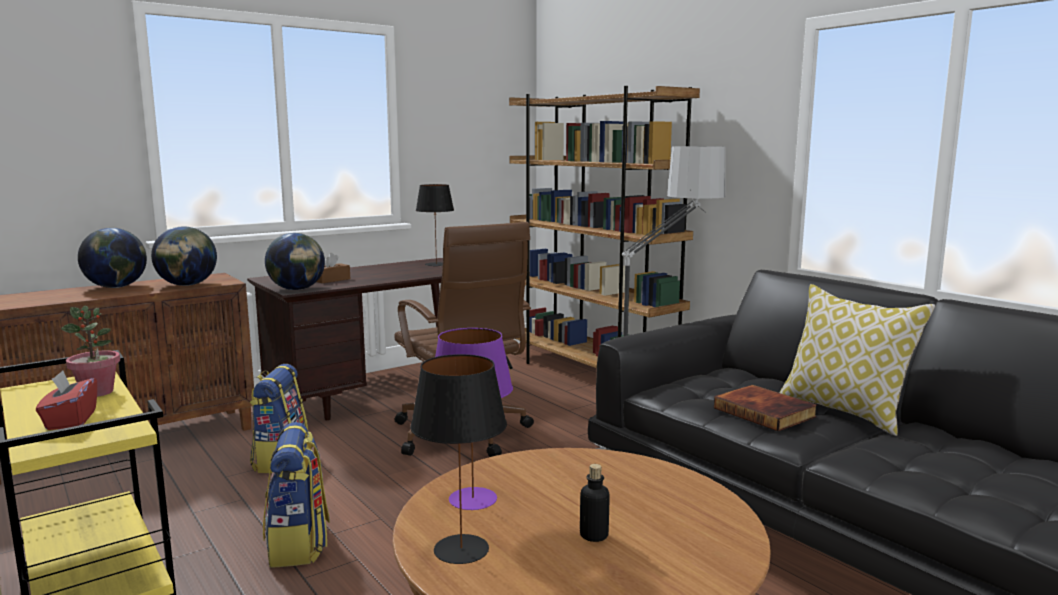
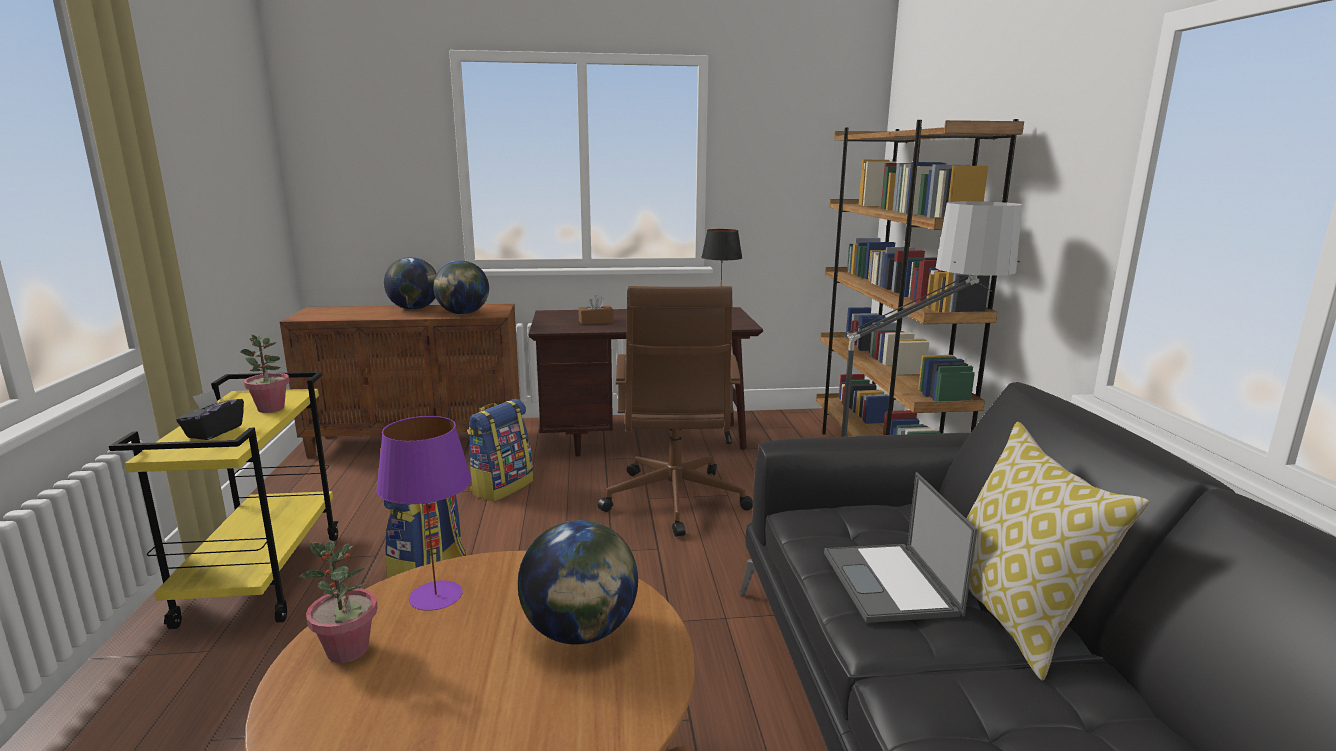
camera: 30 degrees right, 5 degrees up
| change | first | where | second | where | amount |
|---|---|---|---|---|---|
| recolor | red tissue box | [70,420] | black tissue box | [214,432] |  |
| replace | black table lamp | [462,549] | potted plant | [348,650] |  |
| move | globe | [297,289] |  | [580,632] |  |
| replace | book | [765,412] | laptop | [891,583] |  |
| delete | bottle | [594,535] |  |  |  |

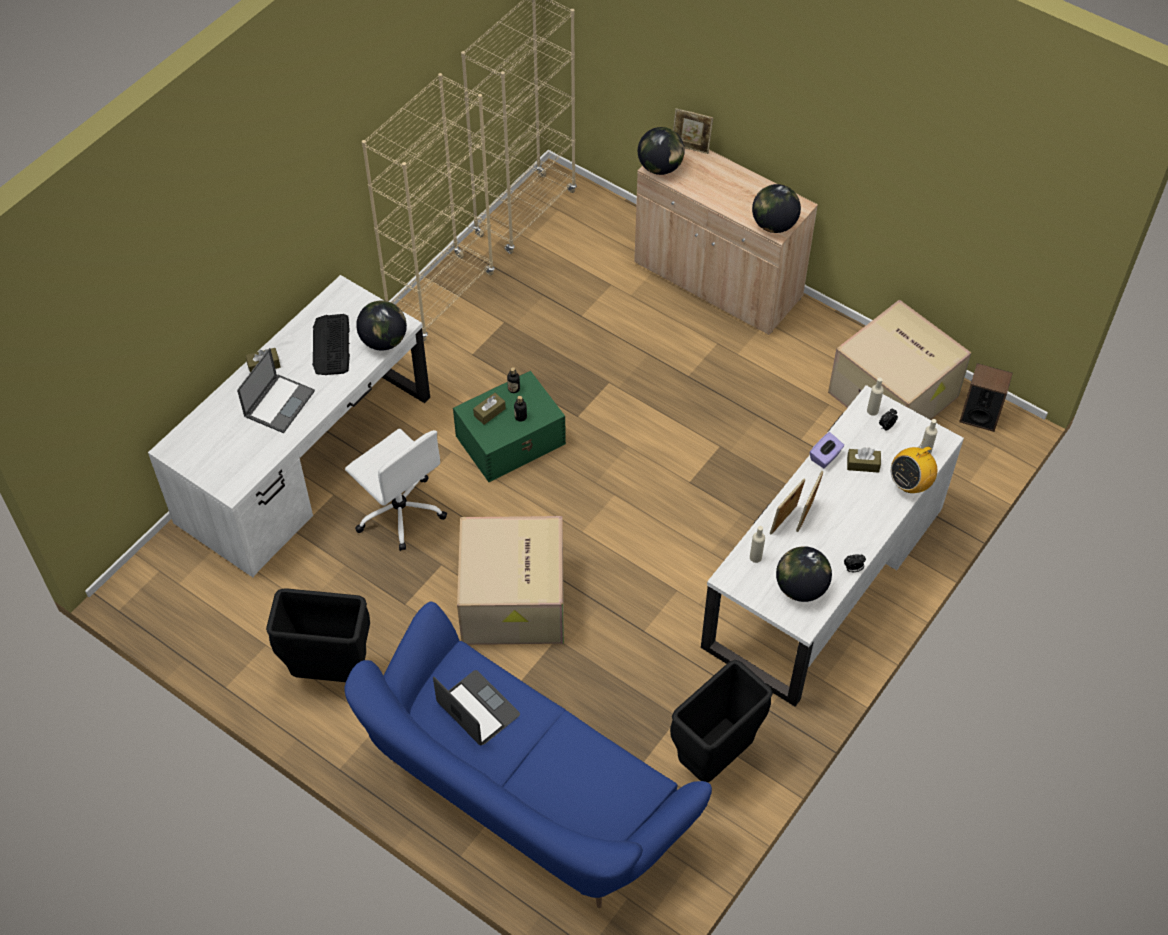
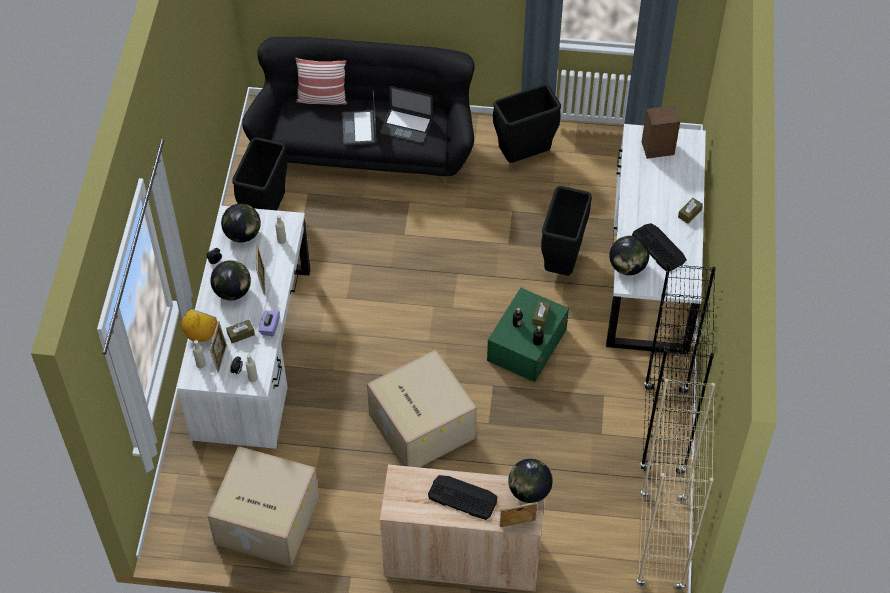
camera: 150 degrees right, 0 degrees up
| change | first | where | second | where | amount |
|---|---|---|---|---|---|
| move | picture frame | [784,521] |  | [220,358] |  |
| move | globe | [774,225] |  | [232,292] |  |
| recolor | blue sofa | [522,797] | black sofa | [365,146] |  |
| insert |  |  | pillow | [322,99] |  |
| move | laptop | [279,403] |  | [359,128] |  |
| move | cardboard box | [514,601] |  | [420,426] |  |
| insert |  |  | keyboard | [462,497] |  |
| replace | white office chair | [400,511] | black trash can | [561,262] |  |
| recolor | beige bookcase | [441,297] | black bookcase | [664,430] |  |
| move | speaker | [979,416] |  | [658,148] |  |

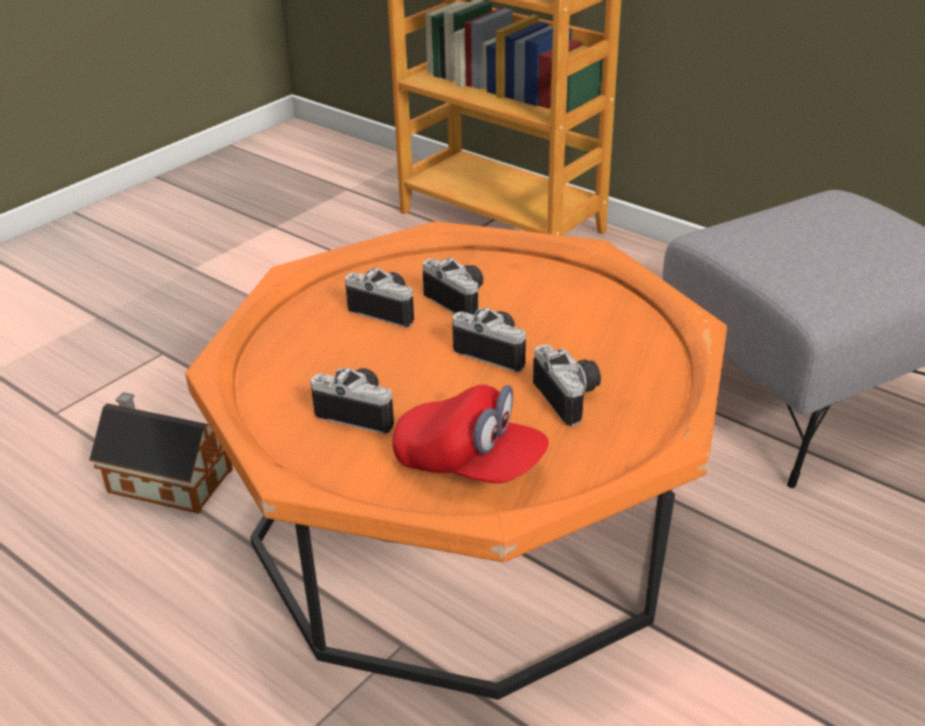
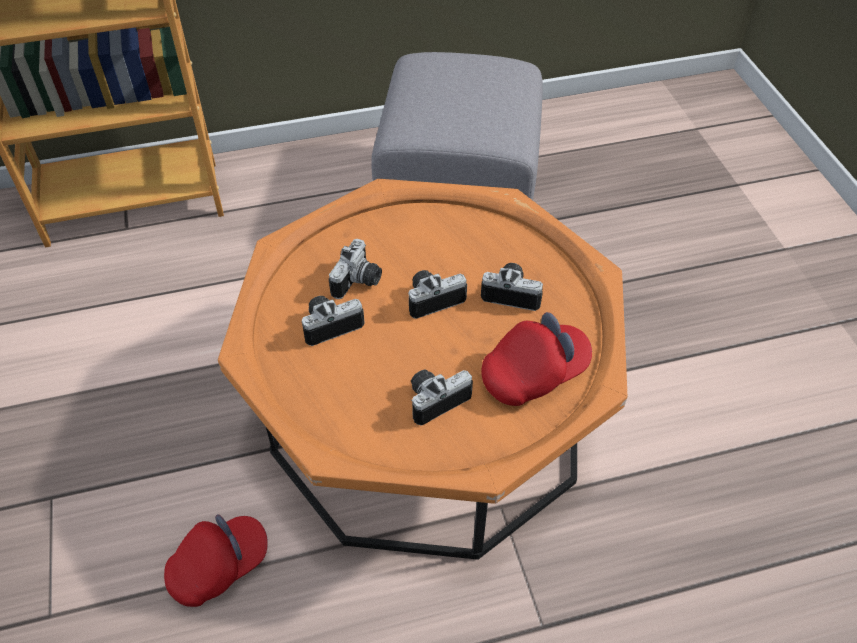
camera: 55 degrees left, 15 degrees up
| change | first | where | second | where | amount |
|---|---|---|---|---|---|
| replace | toy house | [166,478] | red cap | [220,567] |  |
| rotate | photo camera | [461,300] |  | [359,282] | 120 degrees clockwise |

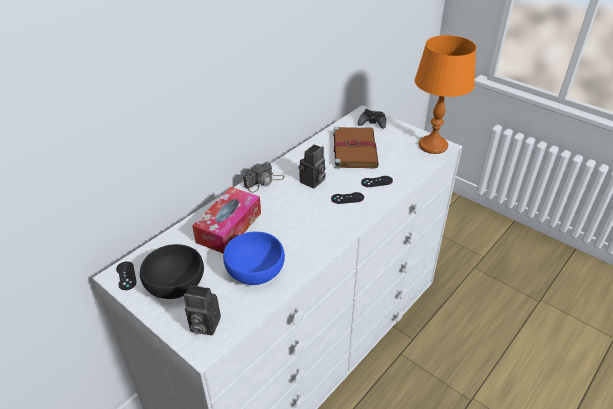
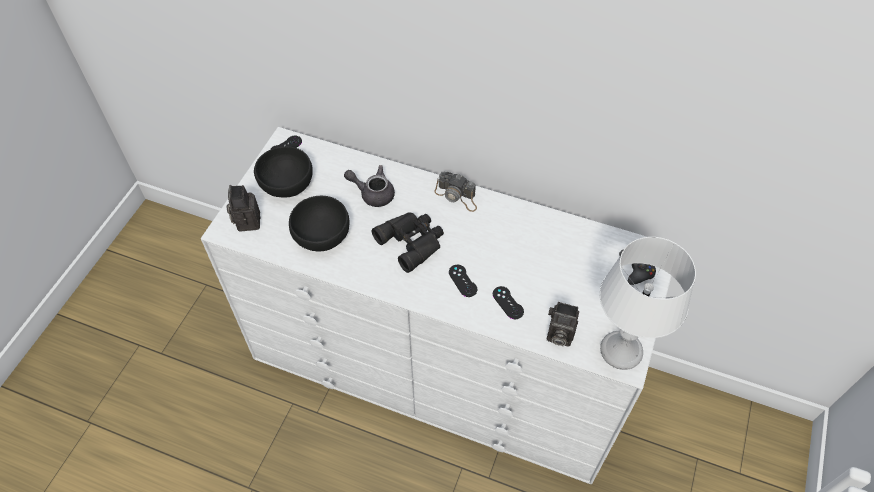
camera: 70 degrees right, 15 degrees up
| change | first | where | second | where | amount |
|---|---|---|---|---|---|
| recolor | blue bowl | [254,270] | black bowl | [321,234] |  |
| replace | tissue box | [229,227] | grey teapot | [373,193] |  |
| insert |  |  | black binoculars | [412,241] |  |
| move | photo camera | [312,182] |  | [558,335] |  |
| recolor | orange table lamp | [433,146] | white table lamp | [620,351] |  |
| delete | brown book | [354,149] |  |  |  |

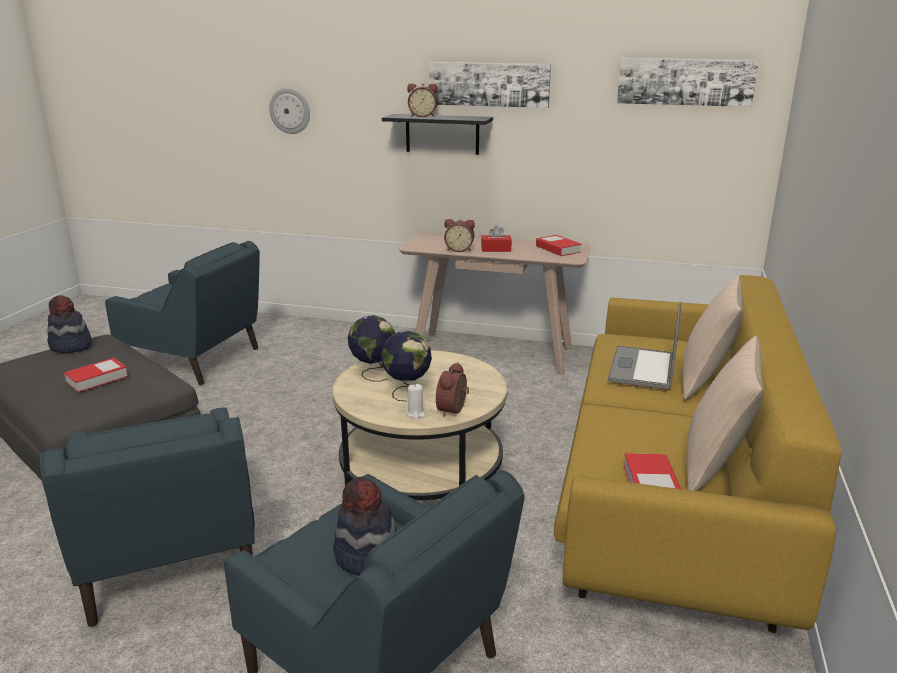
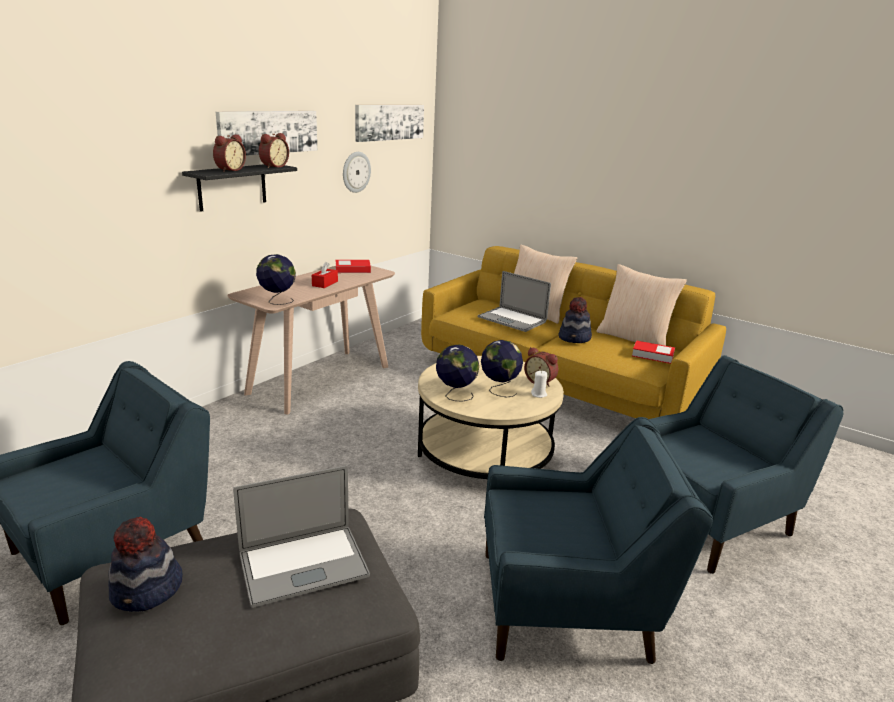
camera: 70 degrees left, 0 degrees up
| change | first | where | second | where | amount |
|---|---|---|---|---|---|
| replace | book | [97,379] | laptop | [303,564] |  |
| insert |  |  | globe | [277,301] |  |
| move | alarm clock | [459,250] |  | [273,166] |  |
| move | wall clock | [290,111] |  | [356,172] |  |
| move | hat | [367,557] |  | [575,338] |  |

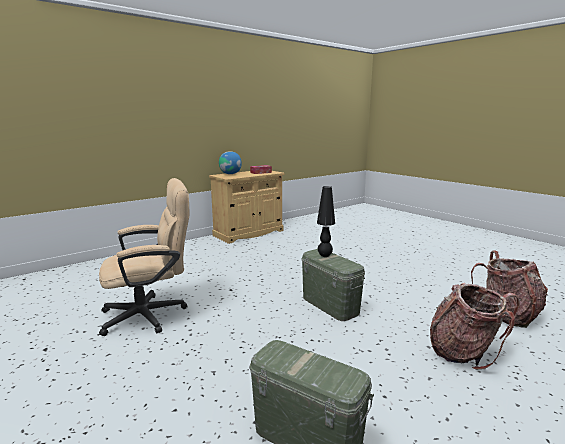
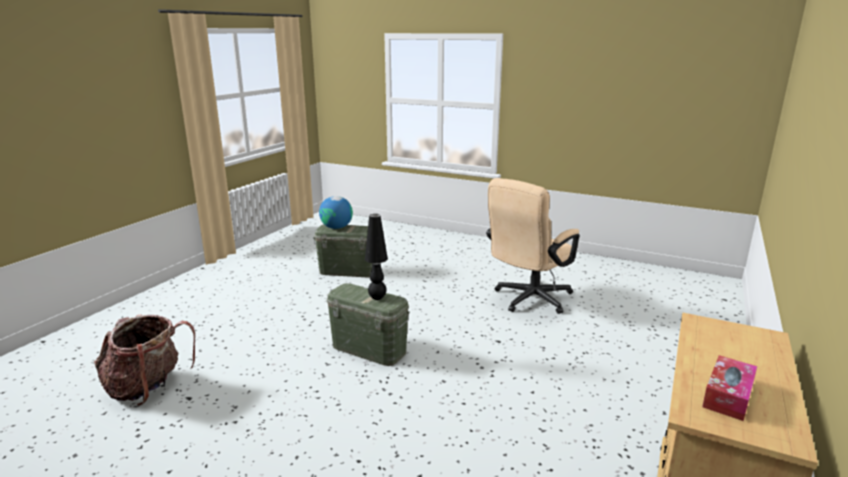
camera: 155 degrees right, 5 degrees up
| change | first | where | second | where | amount |
|---|---|---|---|---|---|
| move | globe | [230,174] |  | [336,227] |  |
| delete | backpack | [464,352] |  |  |  |

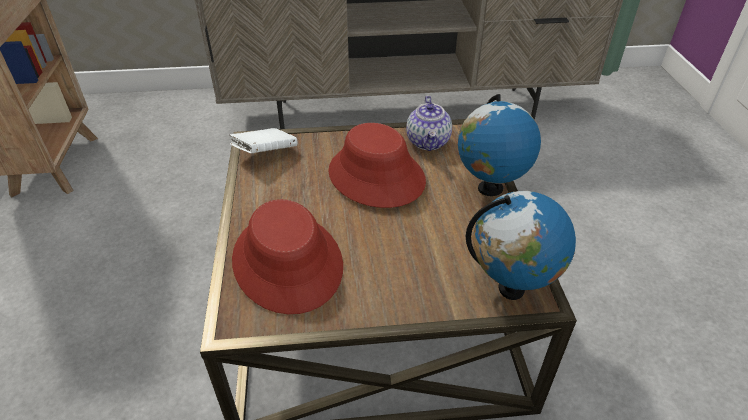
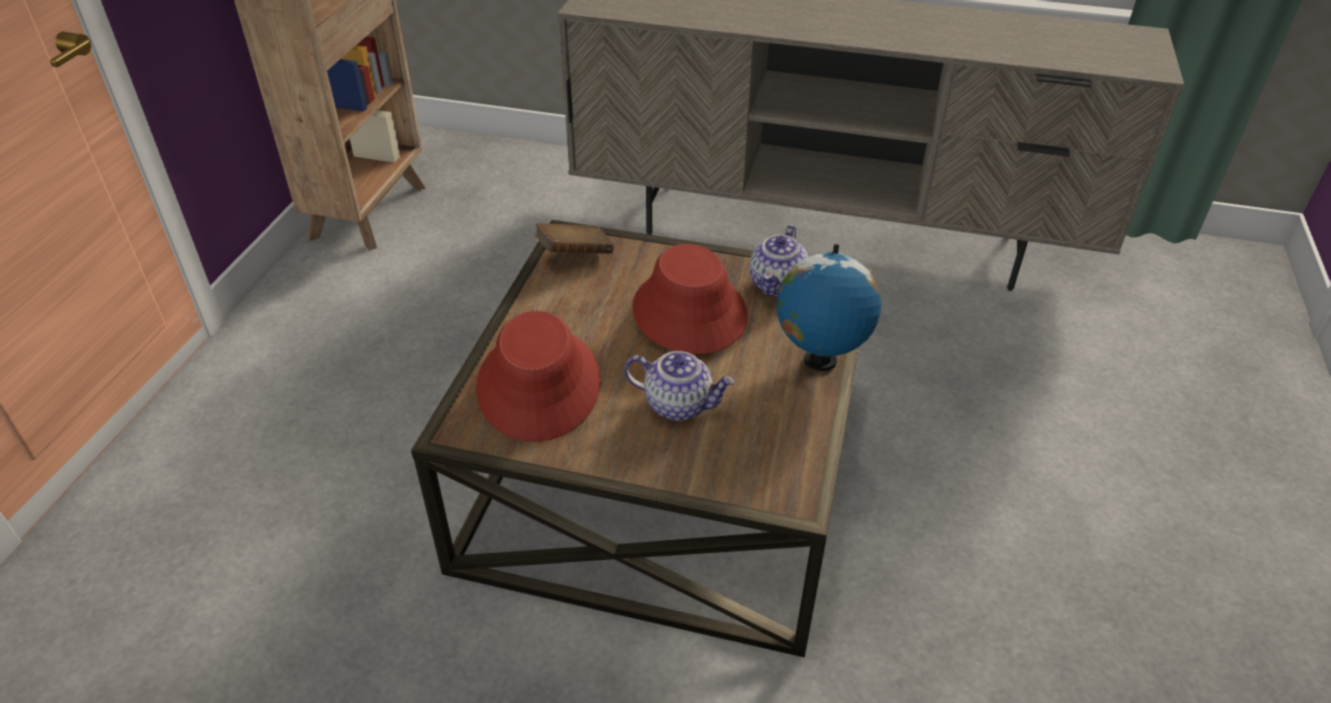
camera: 20 degrees right, 0 degrees up
| change | first | where | second | where | amount |
|---|---|---|---|---|---|
| recolor | white book | [265,153] | brown book | [575,254] |  |
| insert |  |  | teapot | [679,404] |  |
| delete | globe | [511,288] |  |  |  |

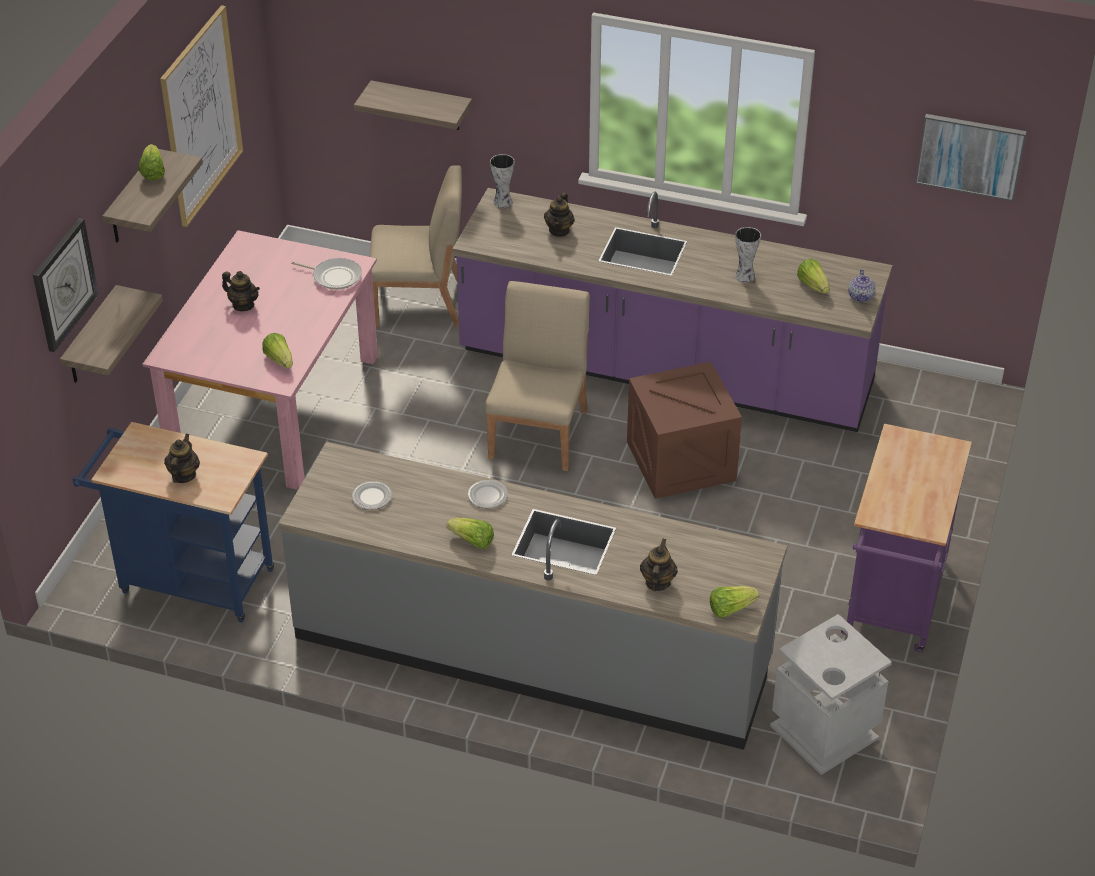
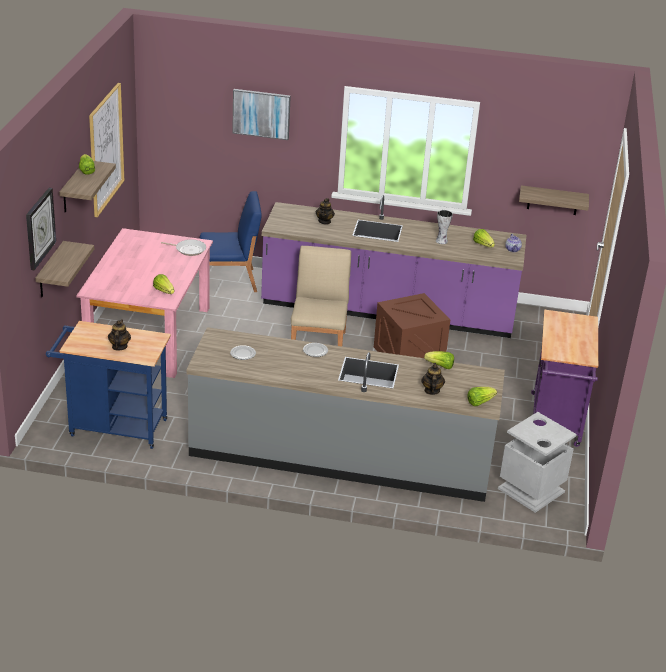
camera: 10 degrees left, 10 degrees down
| change | first | where | second | where | amount |
|---|---|---|---|---|---|
| recolor | beige chair | [420,303] | blue chair | [229,281] |  |
| move | picture | [970,156] |  | [261,113] |  |
| move | lettuce | [472,541] |  | [440,366] |  |
| move | shelf | [421,106] |  | [553,200] |  |
| delete | teapot | [243,305] |  |  |  |
| delete | vase | [503,202] |  |  |  |

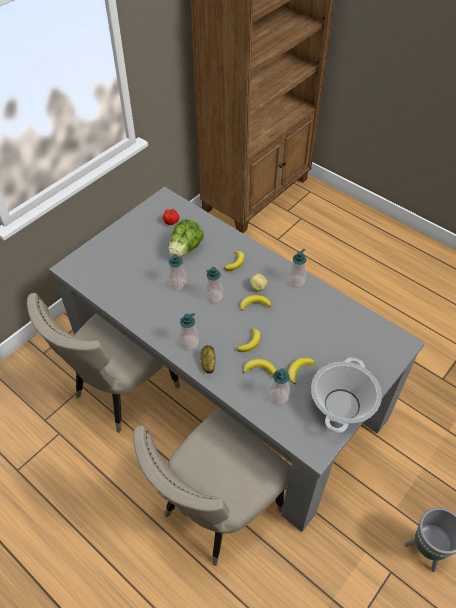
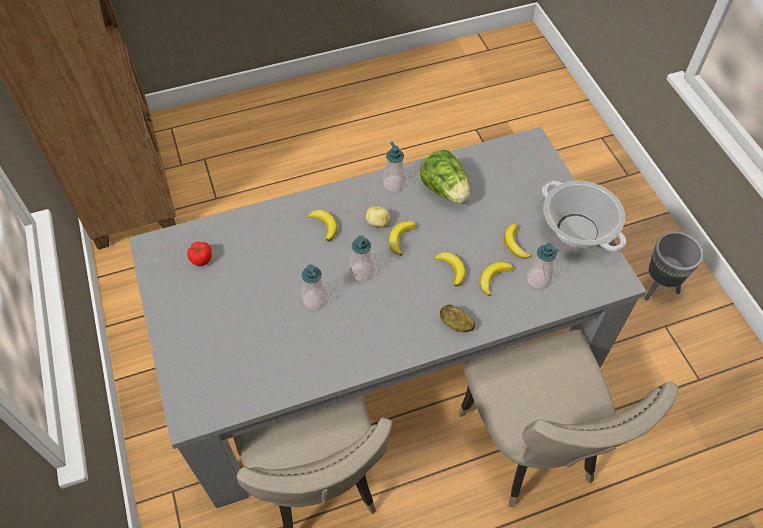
camera: 60 degrees left, 5 degrees up
| change | first | where | second | where | amount |
|---|---|---|---|---|---|
| move | lettuce | [185,249] |  | [445,190] |  |
| delete | soap dispenser | [189,343] |  |  |  |

